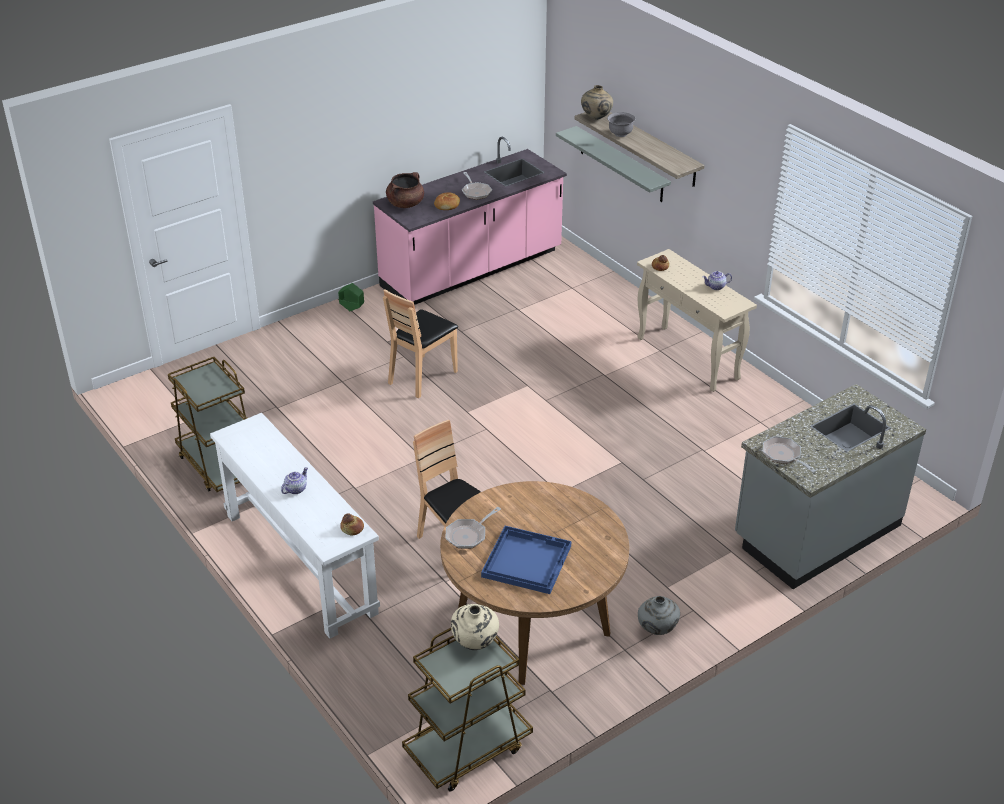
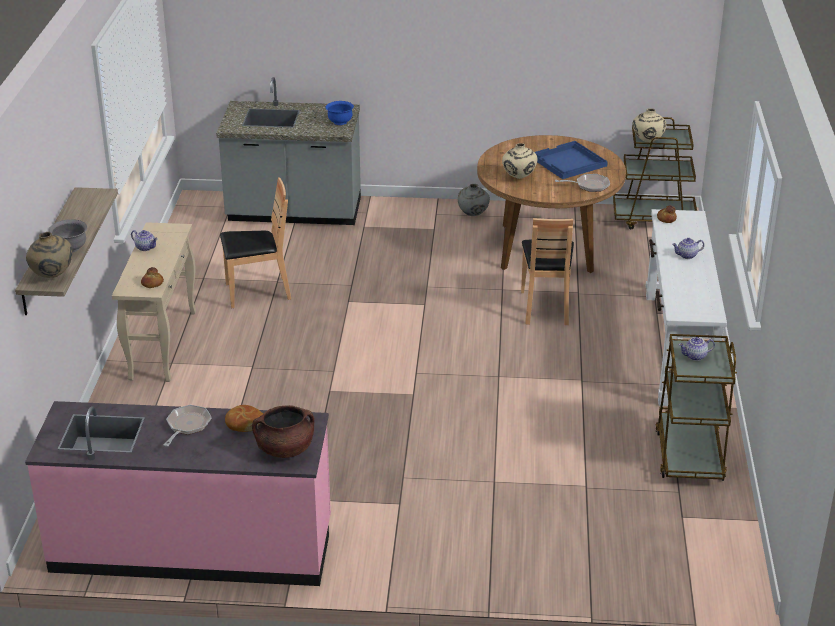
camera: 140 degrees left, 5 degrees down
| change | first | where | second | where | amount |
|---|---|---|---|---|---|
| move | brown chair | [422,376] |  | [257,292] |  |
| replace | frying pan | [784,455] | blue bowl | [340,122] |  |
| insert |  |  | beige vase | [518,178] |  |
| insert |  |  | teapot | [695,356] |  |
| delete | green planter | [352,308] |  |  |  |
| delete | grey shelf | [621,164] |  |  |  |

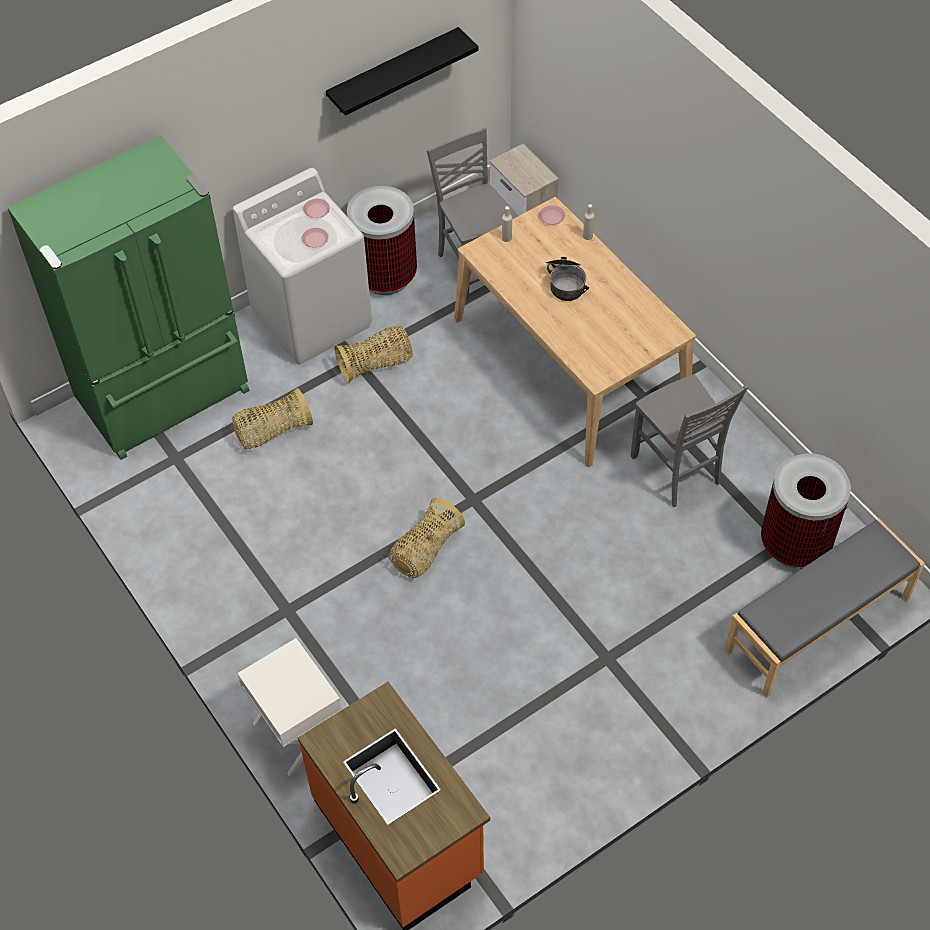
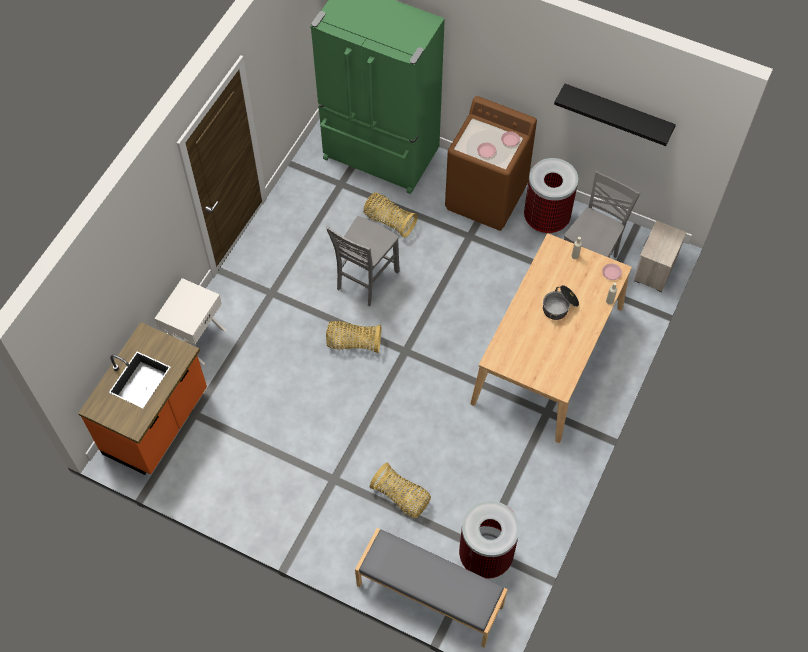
camera: 60 degrees right, 5 degrees up
| change | first | where | second | where | amount |
|---|---|---|---|---|---|
| move | grey chair | [677,471] |  | [365,280] |  |
| move | basket | [376,364] |  | [401,497] |  |
| recolor | white washing machine | [312,318] | brown washing machine | [486,197] |  |

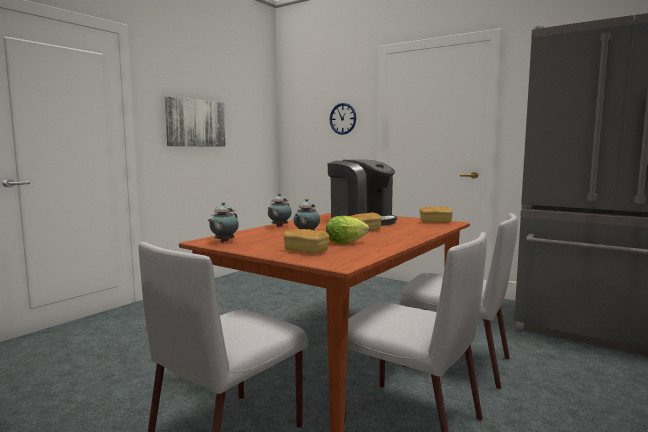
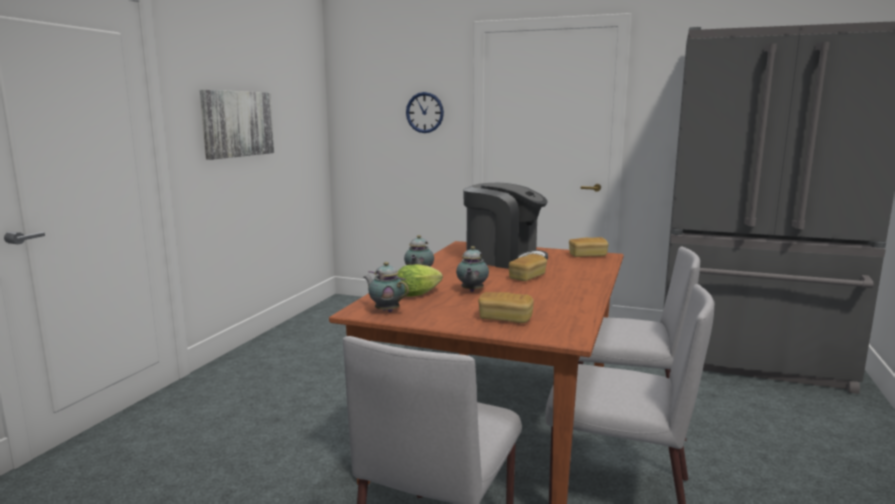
camera: 15 degrees left, 5 degrees up
| change | first | where | second | where | amount |
|---|---|---|---|---|---|
| rotate | teapot | [223,242] |  | [386,310] | 120 degrees clockwise |
| move | lettuce | [347,242] |  | [419,294] |  |

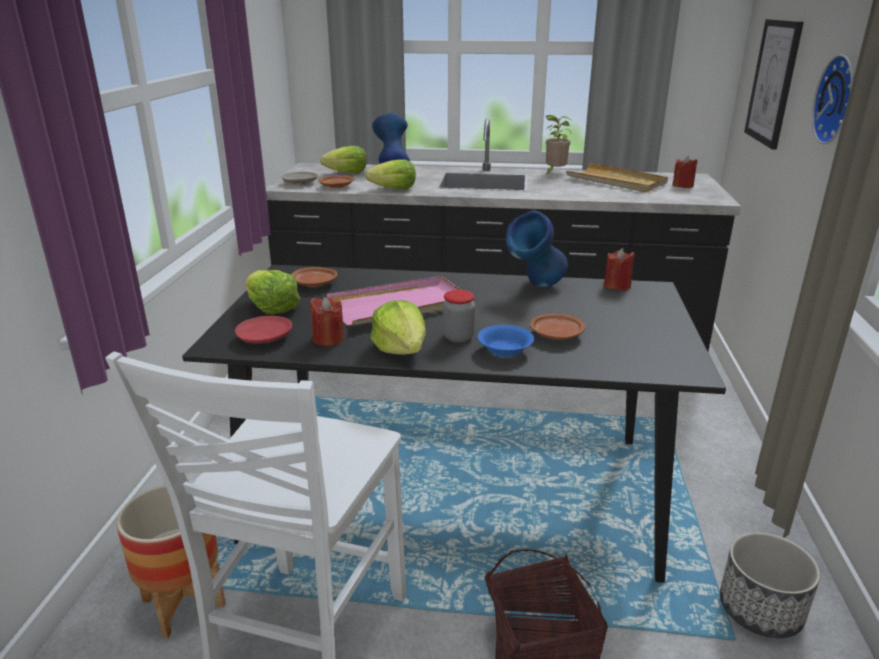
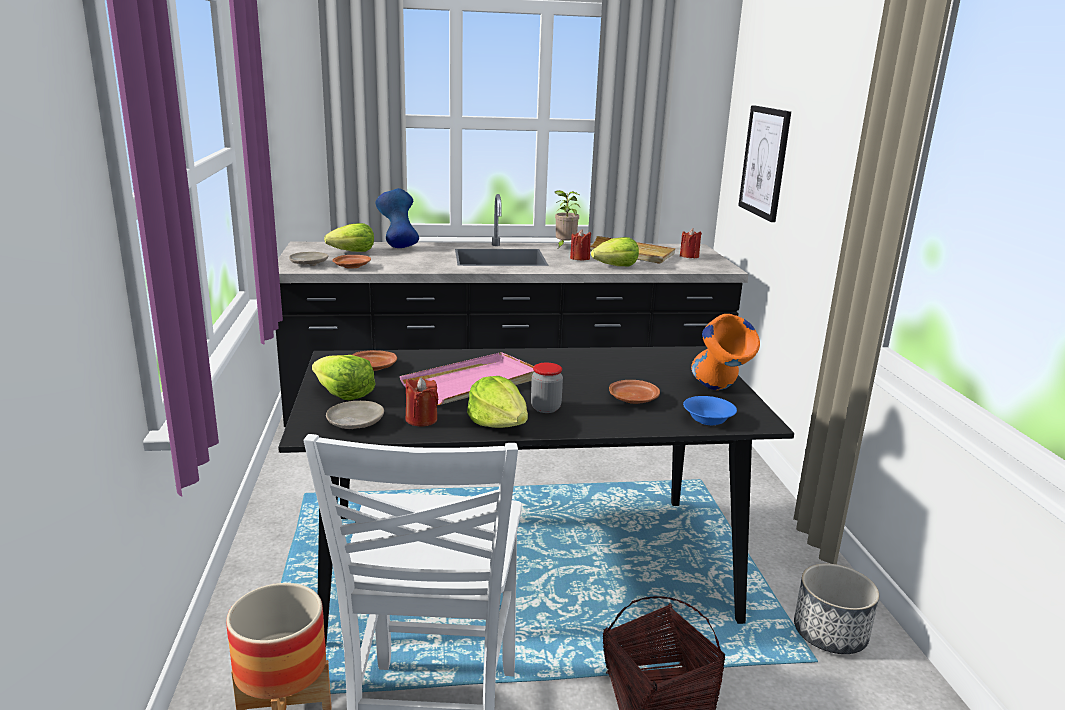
camera: 15 degrees left, 5 degrees down
| change | first | where | second | where | amount |
|---|---|---|---|---|---|
| recolor | red plate | [264,338] | beige plate | [355,423] |  |
| move | red candle | [617,286] |  | [580,258] |  |
| move | lettuce | [394,189] |  | [616,266] |  |
| move | blue bowl | [505,350] |  | [708,419] |  |
| insert |  |  | orange vase | [718,392] |  |
| delete | blue vase | [535,288] |  |  |  |
| delete | wall clock | [839,100] |  |  |  |

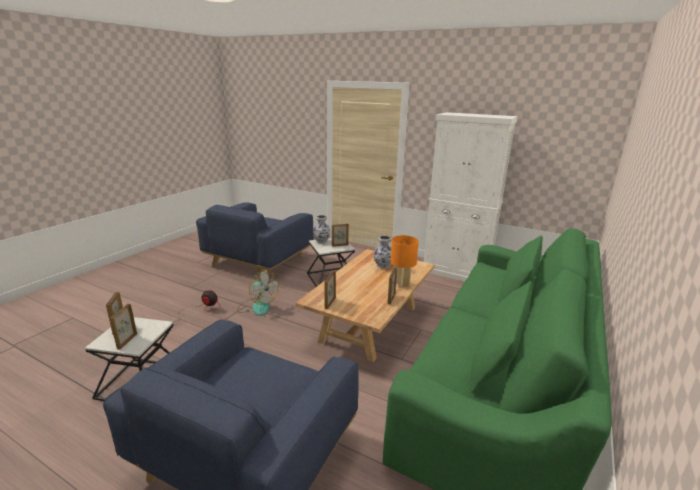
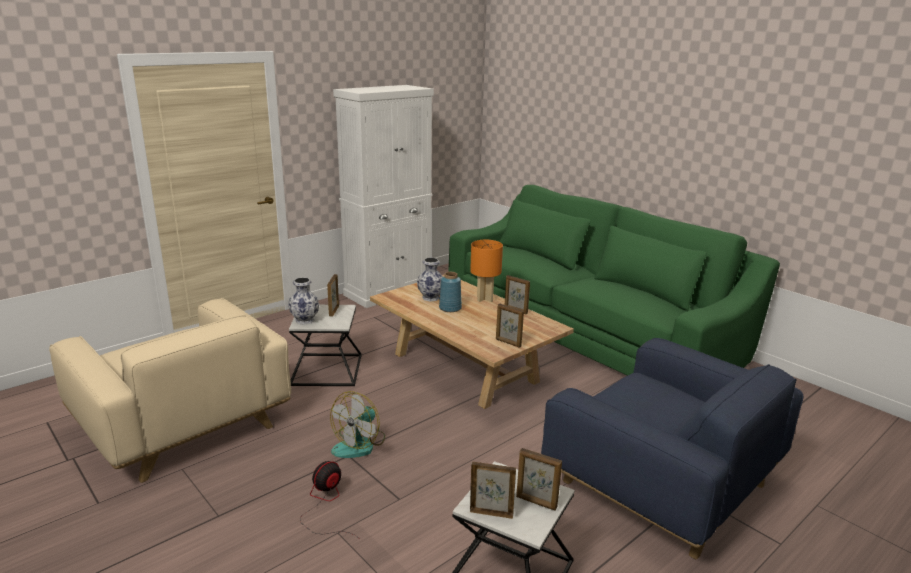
camera: 70 degrees left, 0 degrees up
| change | first | where | second | where | amount |
|---|---|---|---|---|---|
| recolor | blue armchair | [259,260] | beige armchair | [182,424] |  |
| rotate | fan | [257,306] |  | [359,444] | 150 degrees clockwise |
| insert |  |  | blue vase | [450,308] |  |

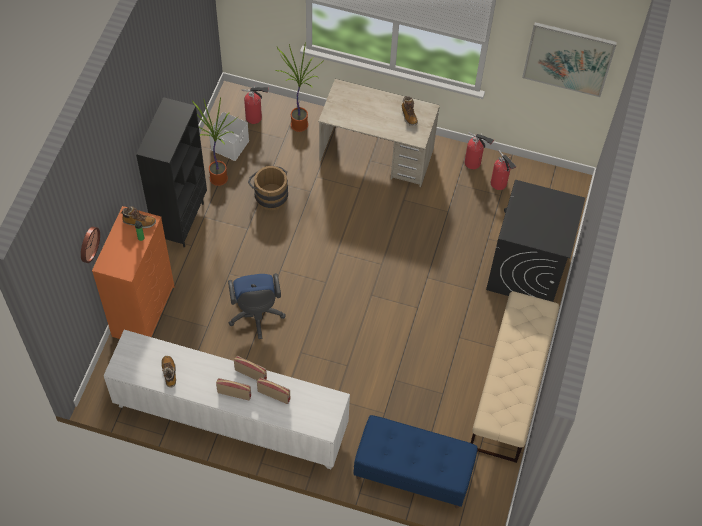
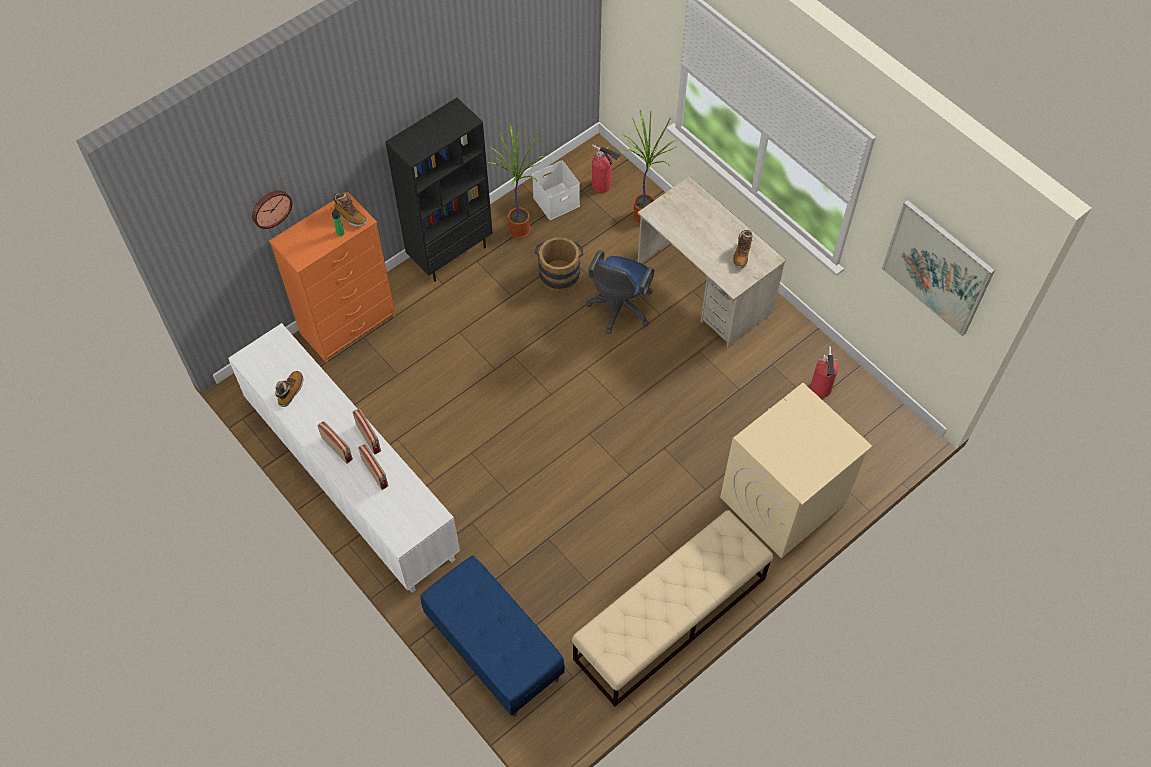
camera: 35 degrees right, 0 degrees up
| change | first | where | second | where | amount |
|---|---|---|---|---|---|
| move | blue office chair | [256,316] |  | [619,310] |  |
| recolor | black washing machine | [526,270] | beige washing machine | [782,501] |  |
| delete | fire extinguisher | [474,163] |  |  |  |

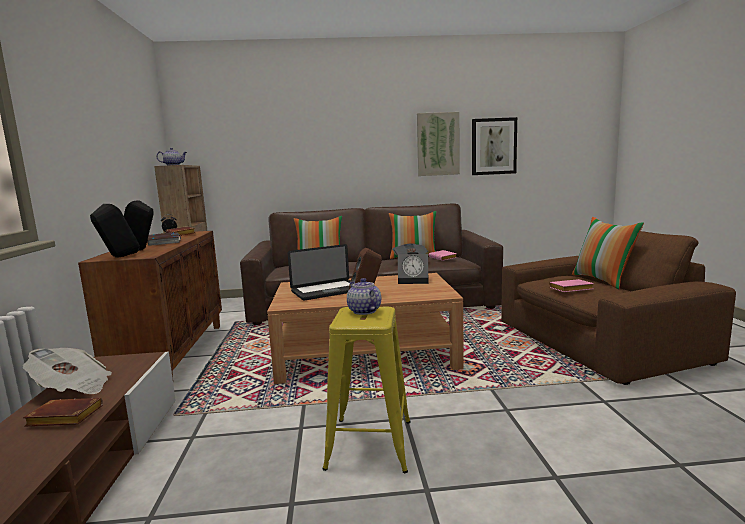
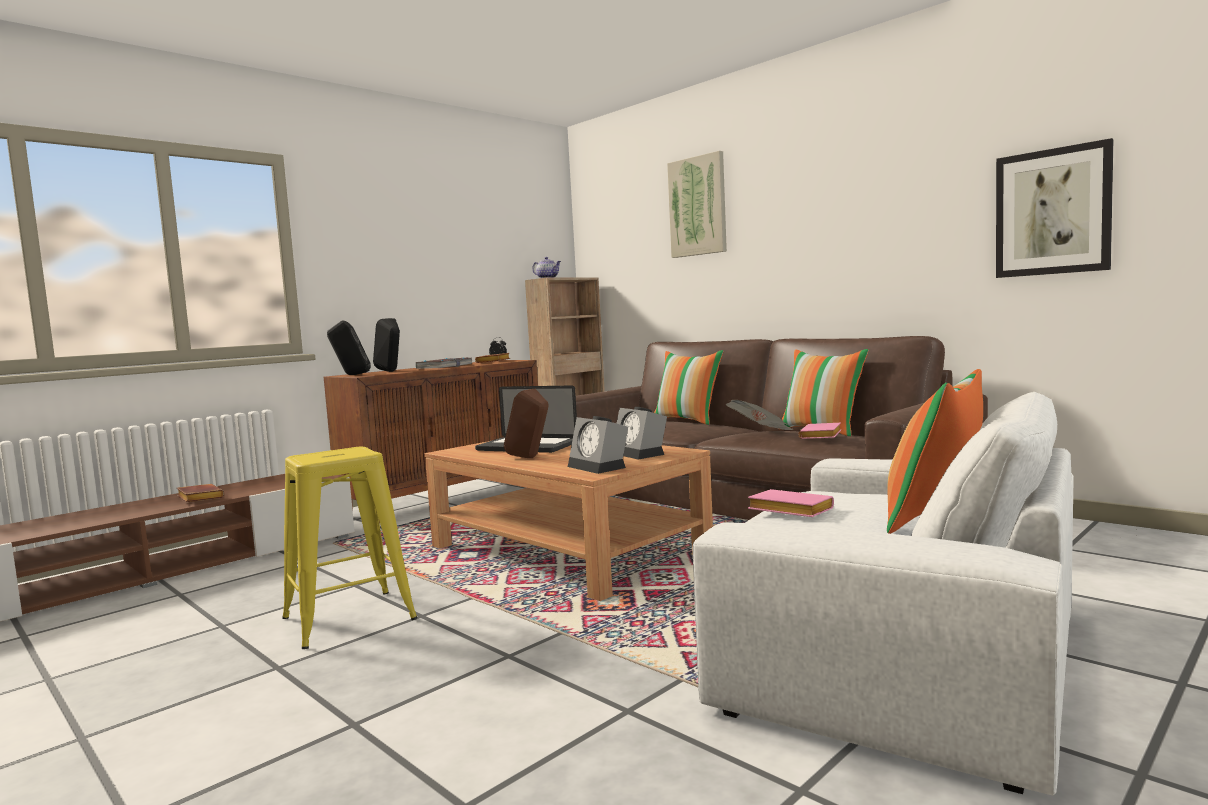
camera: 50 degrees right, 5 degrees down
| change | first | where | second | where | amount |
|---|---|---|---|---|---|
| insert |  |  | alarm clock | [600,467] |  |
| move | picture | [438,144] |  | [698,206] |  |
| recolor | brown armchair | [597,342] | white armchair | [900,655] |  |
| delete | newspaper | [73,388] |  |  |  |
| delete | teapot | [363,311] |  |  |  |

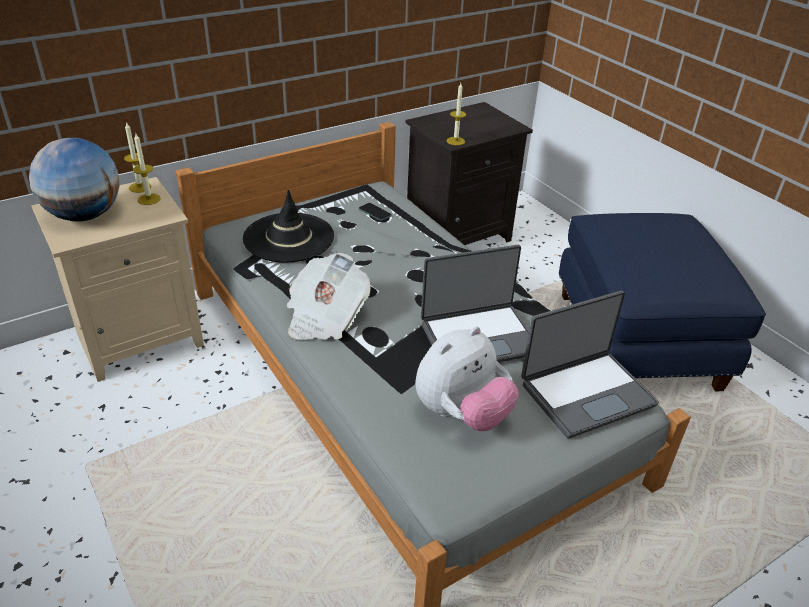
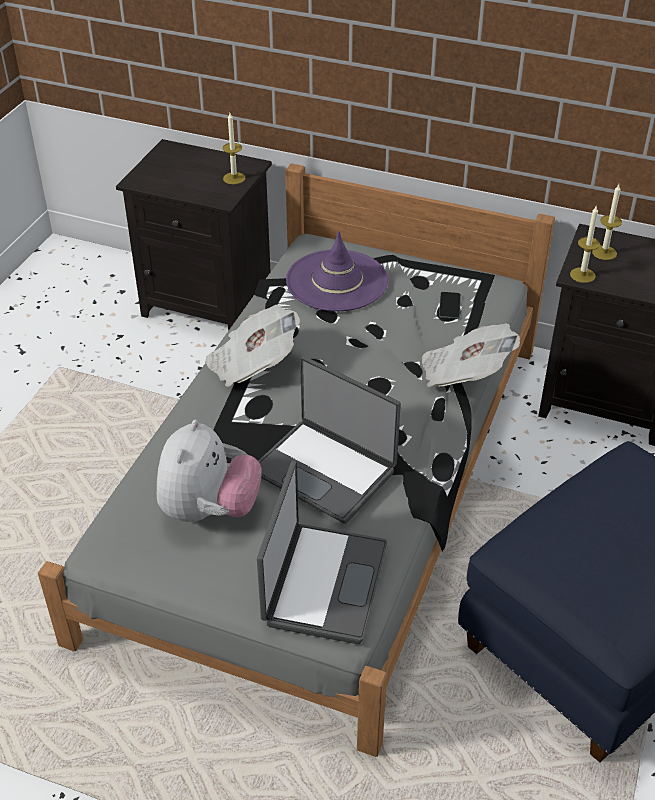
camera: 55 degrees right, 5 degrees up
| change | first | where | second | where | amount |
|---|---|---|---|---|---|
| recolor | beige nightstand | [141,337] | black nightstand | [209,303] |  |
| rotate | plush toy | [462,414] |  | [209,510] | 90 degrees counterclockwise |
| rotate | laptop | [586,393] |  | [323,583] | 105 degrees counterclockwise |
| recolor | black hat | [288,238] | purple hat | [337,281] |  |
| insert |  |  | newspaper | [464,374] |  |
| move | candle | [140,187] |  | [604,252] |  |
| delete | globe | [85,215] |  |  |  |

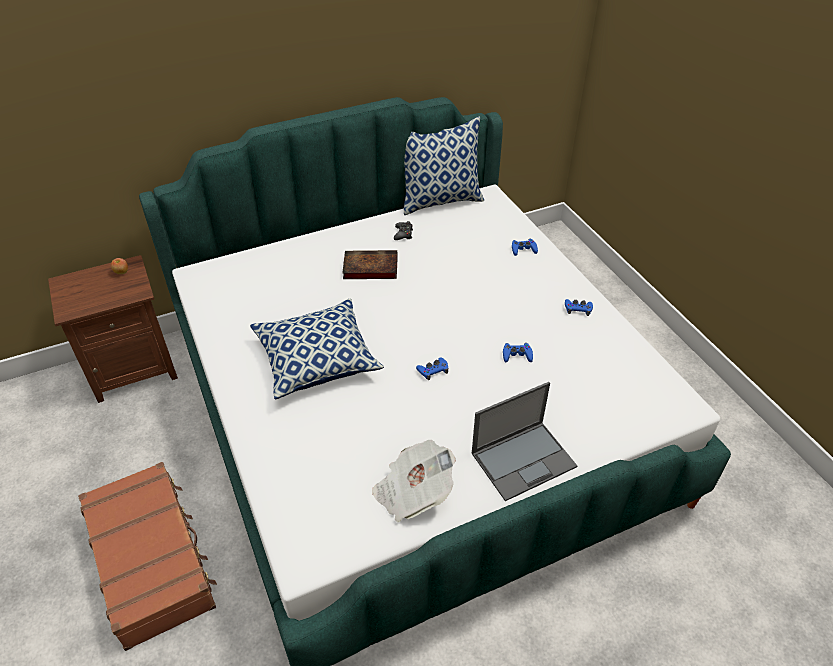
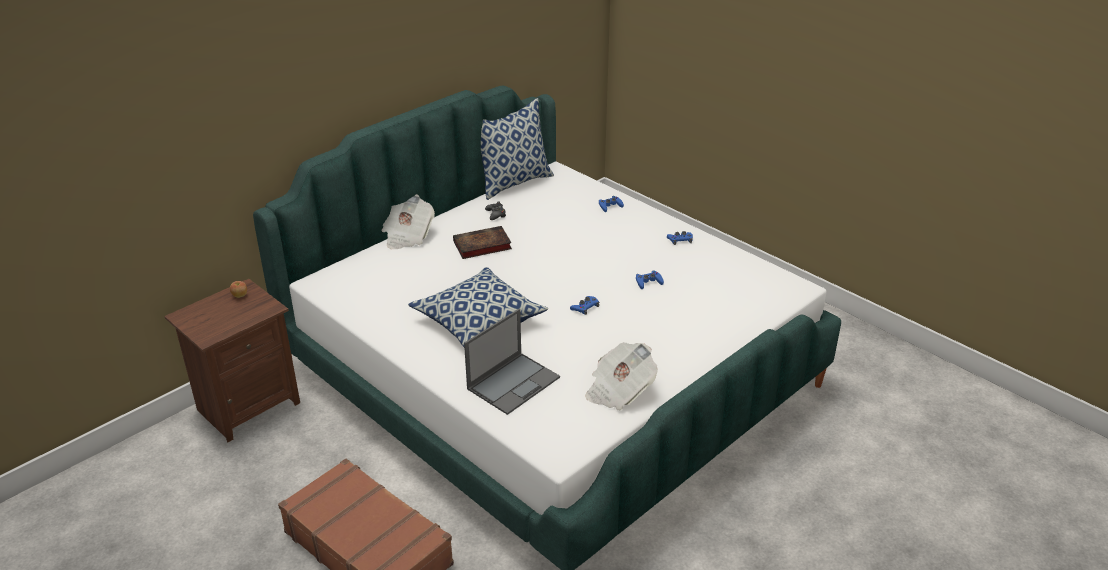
camera: 20 degrees left, 10 degrees down
| change | first | where | second | where | amount |
|---|---|---|---|---|---|
| insert |  |  | newspaper | [407,235] |  |
| move | laptop | [524,459] |  | [514,382] |  |

